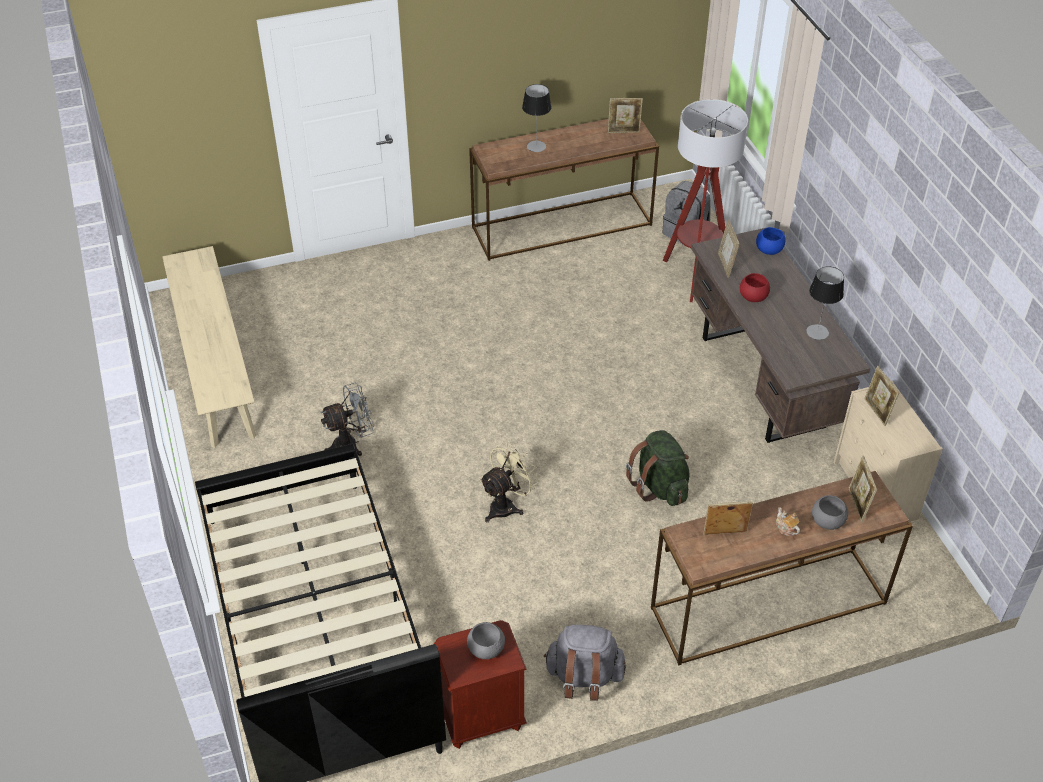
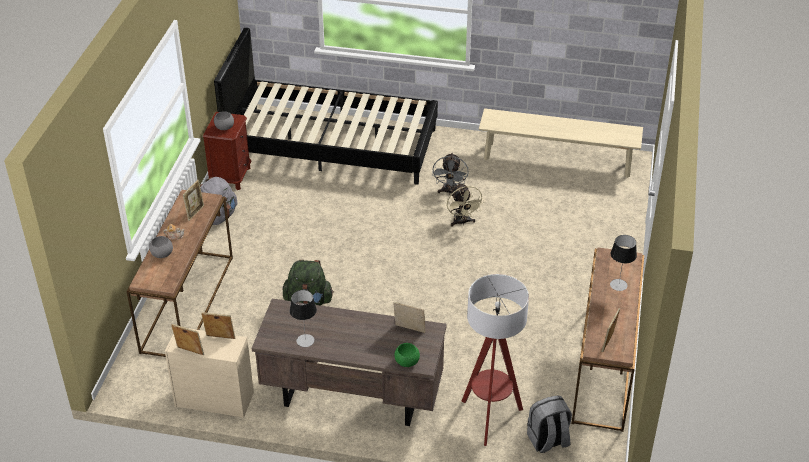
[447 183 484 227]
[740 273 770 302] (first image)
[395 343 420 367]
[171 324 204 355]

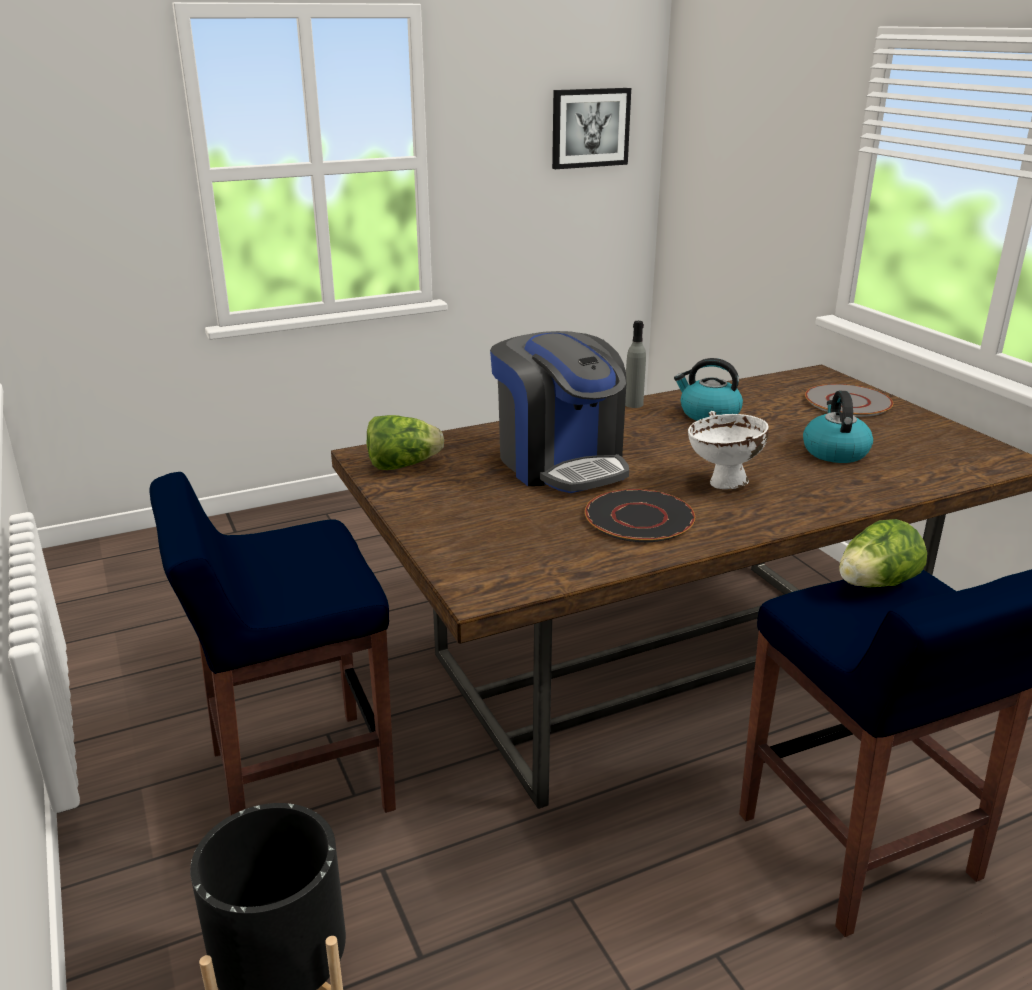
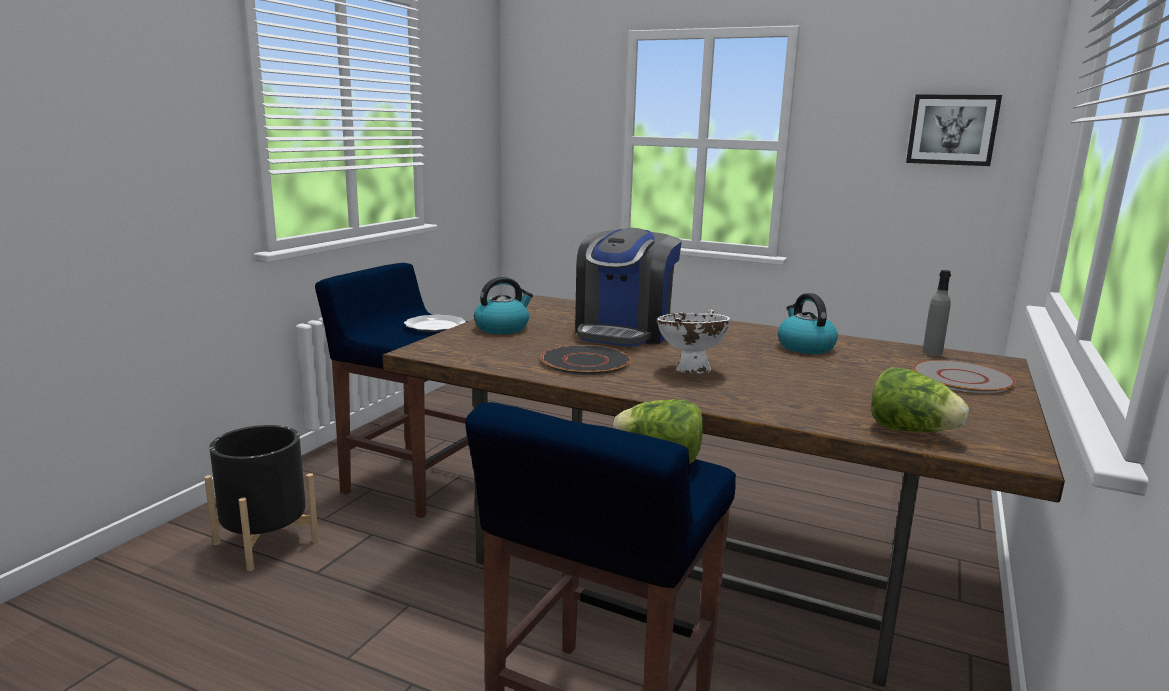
[871 367 969 432]
[922 270 951 356]
[474 277 533 334]
[404 315 466 332]

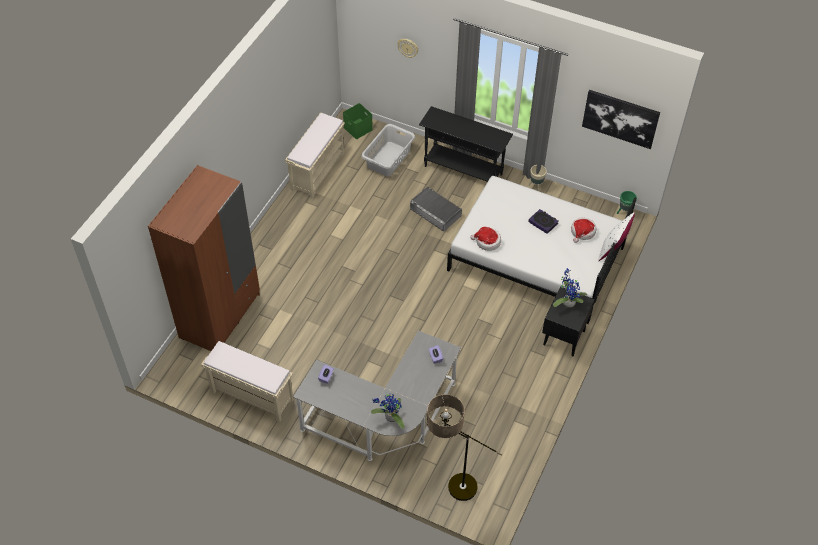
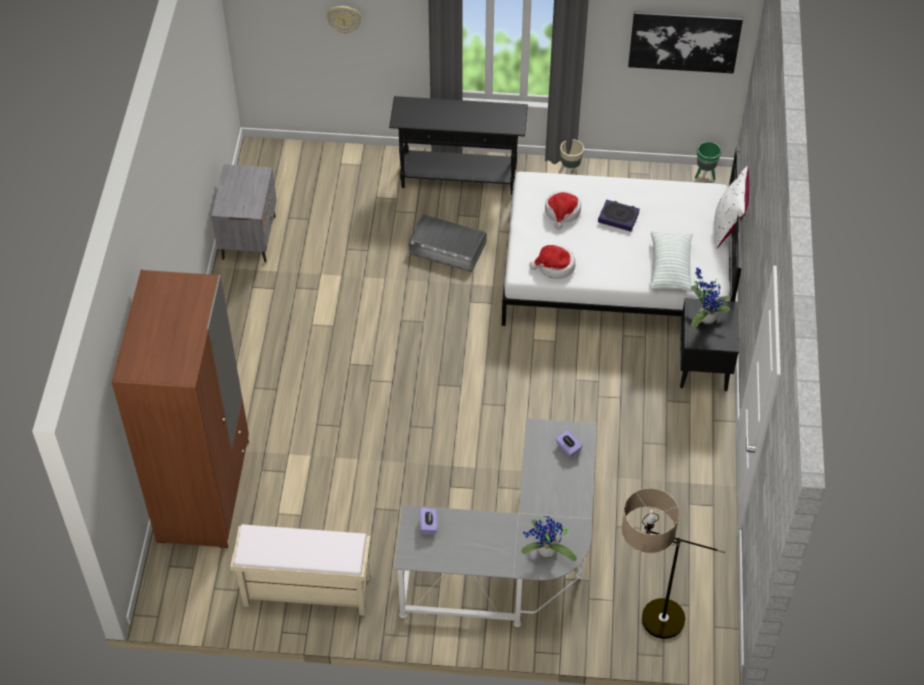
[211 164 277 262]
[343 103 373 139] (first image)
[361 124 415 176] (first image)
[545 191 581 229]
[650 231 693 292]

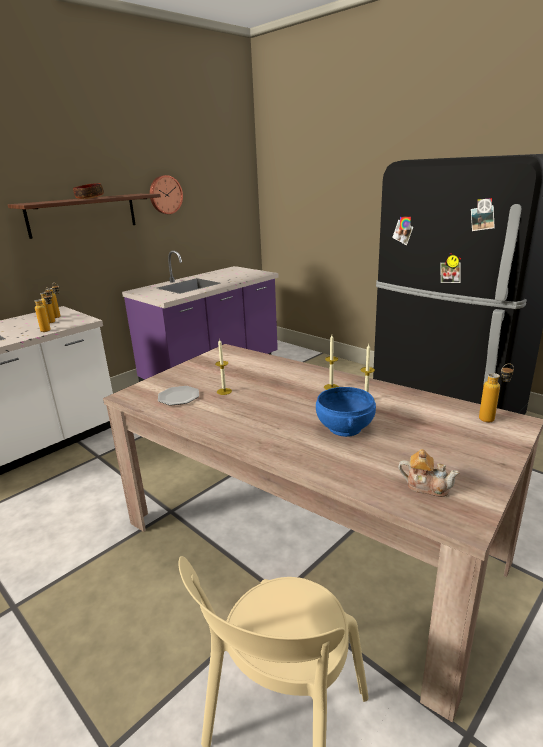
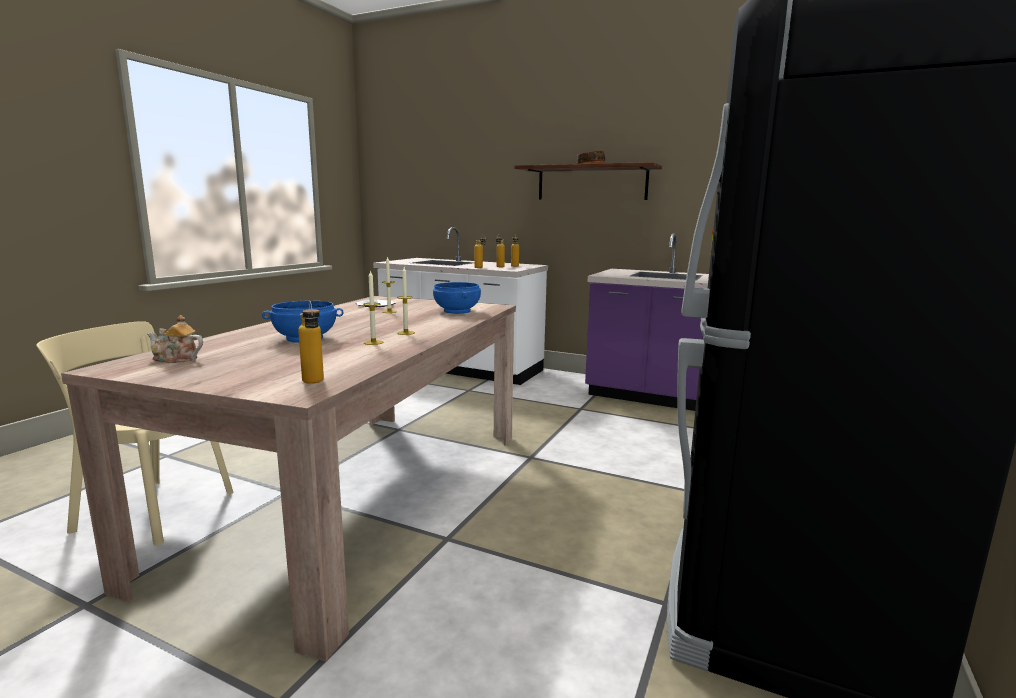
[150 175 183 214] (first image)
[147 315 203 363]
[433 282 481 314]

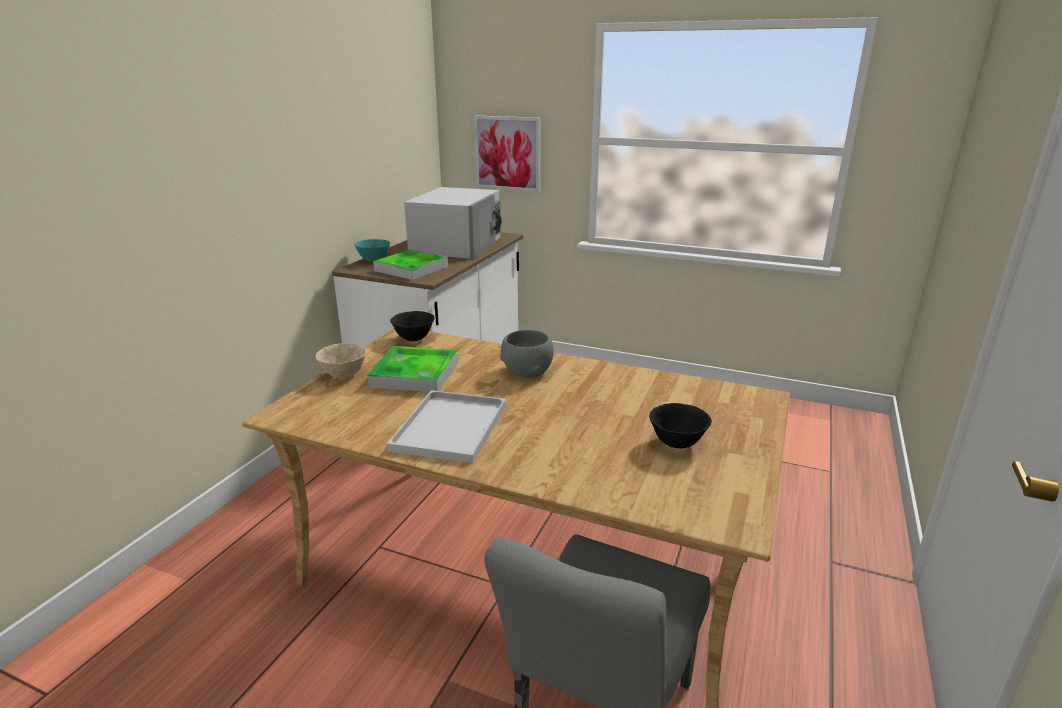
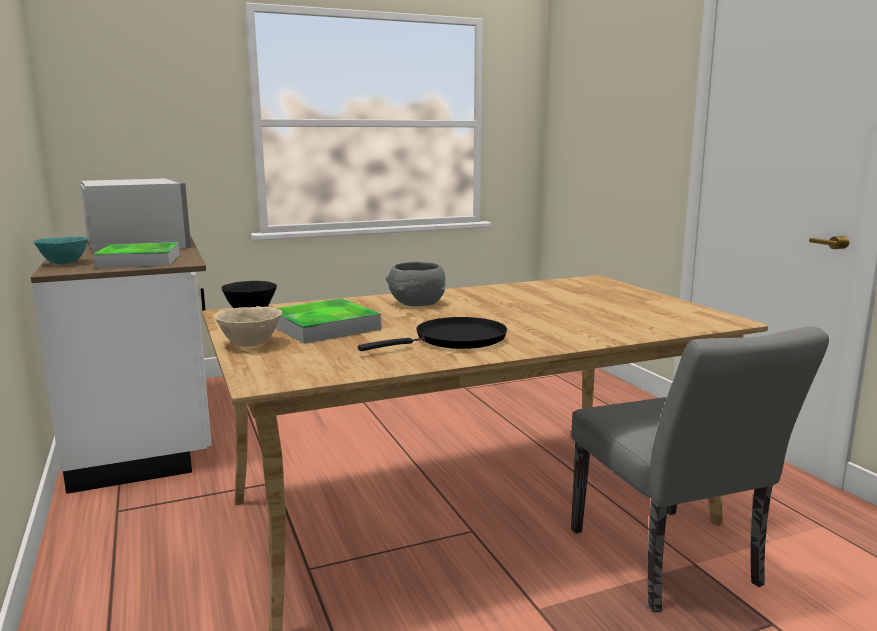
[358 317 507 351]
[474 116 541 192] (first image)
[649 403 712 448] (first image)

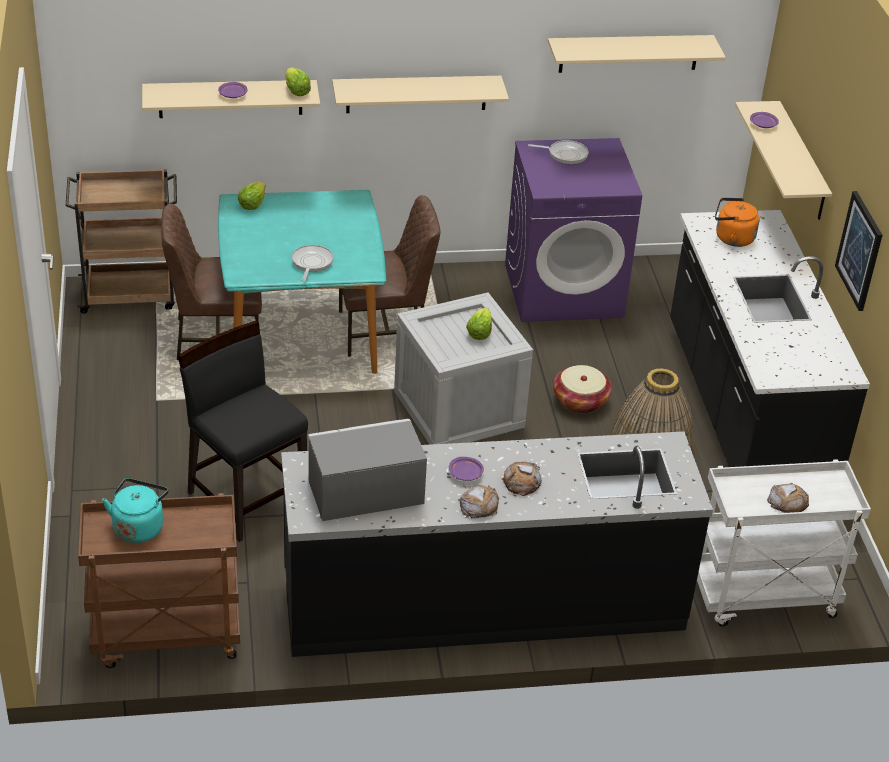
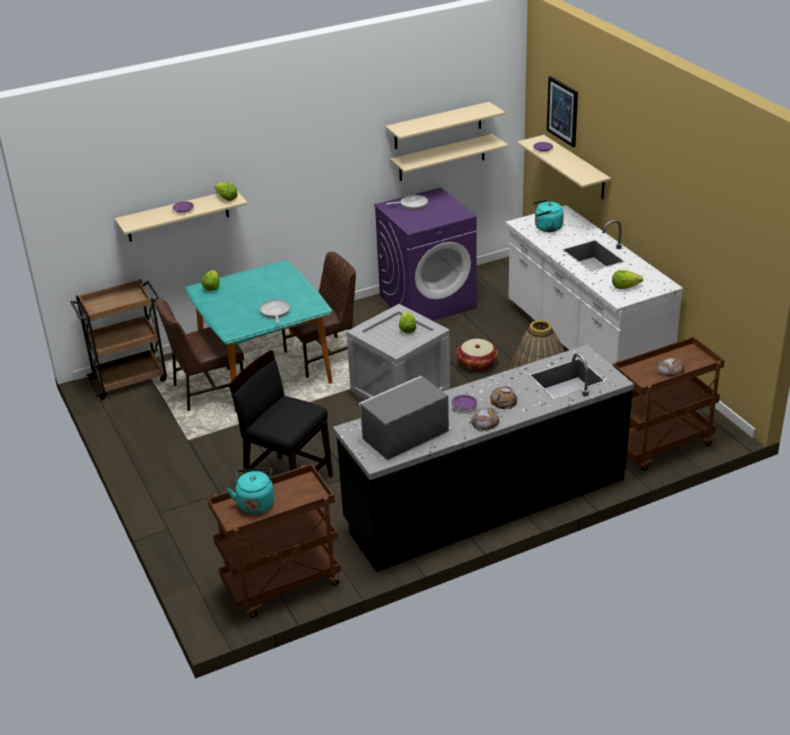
[390 134 508 181]
[505 205 683 391]
[613 337 725 471]
[532 199 564 232]
[547 76 578 147]
[612 270 643 289]

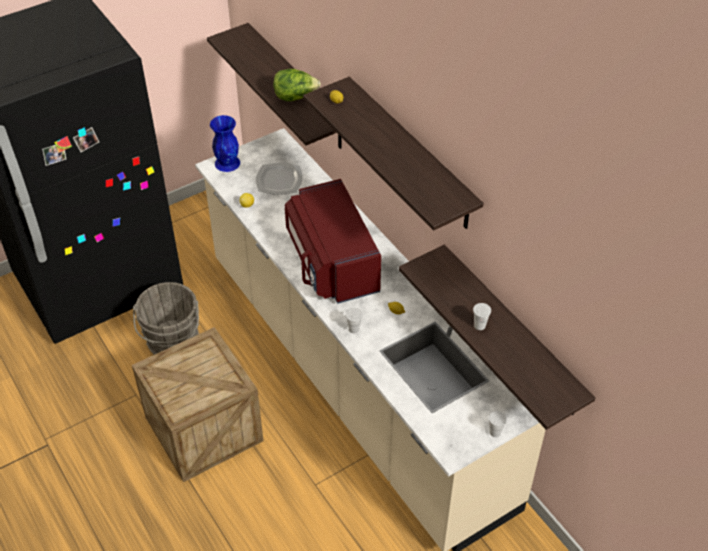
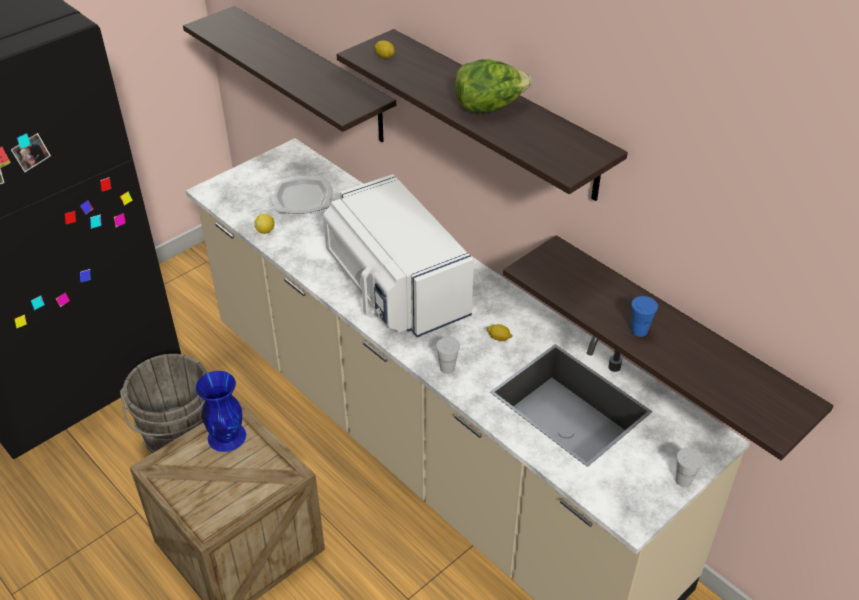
[196 371 246 452]
[455 59 532 113]
[323 174 474 337]
[631 296 658 337]

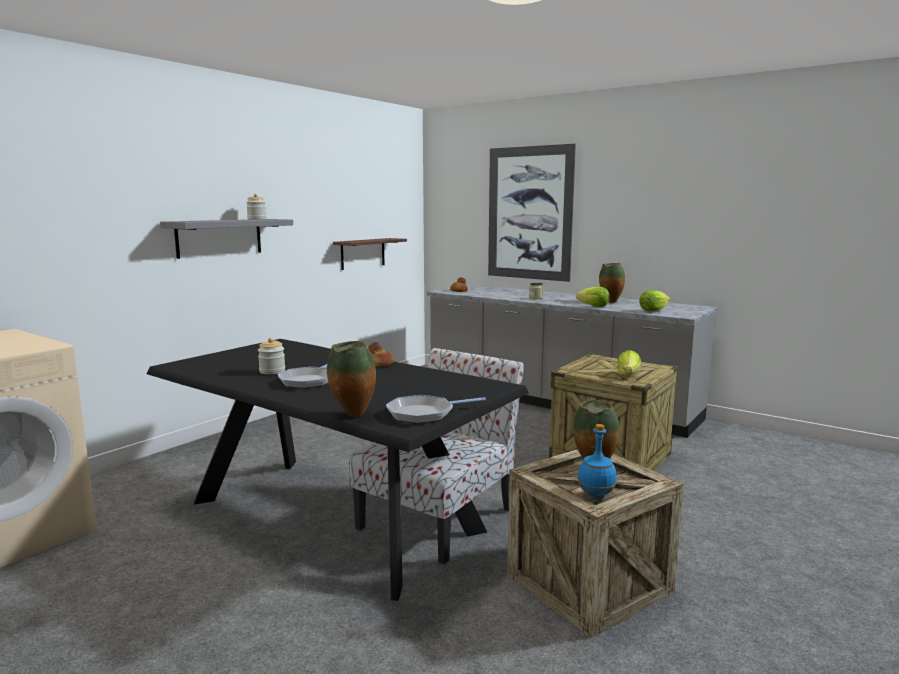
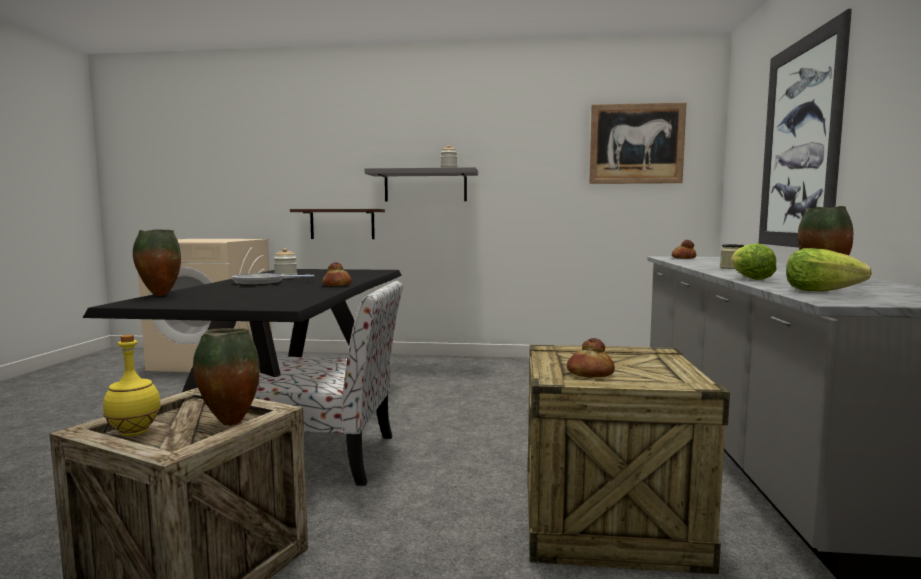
[290 209 385 239]
[386 395 486 424] (first image)
[103 335 161 436]
[567 338 615 377]
[589 103 686 184]

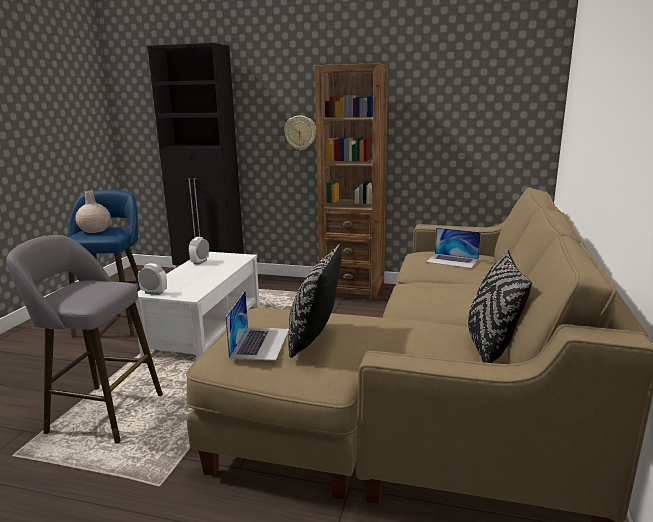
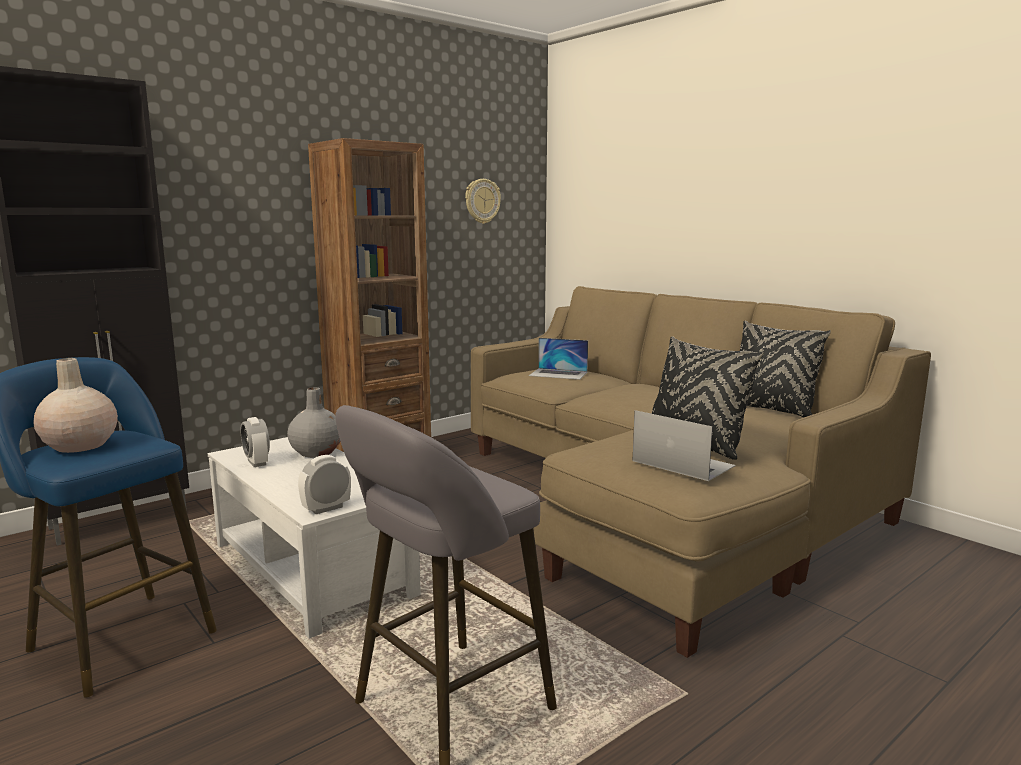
[465 179 501 224]
[529 338 588 380]
[287 387 341 458]

